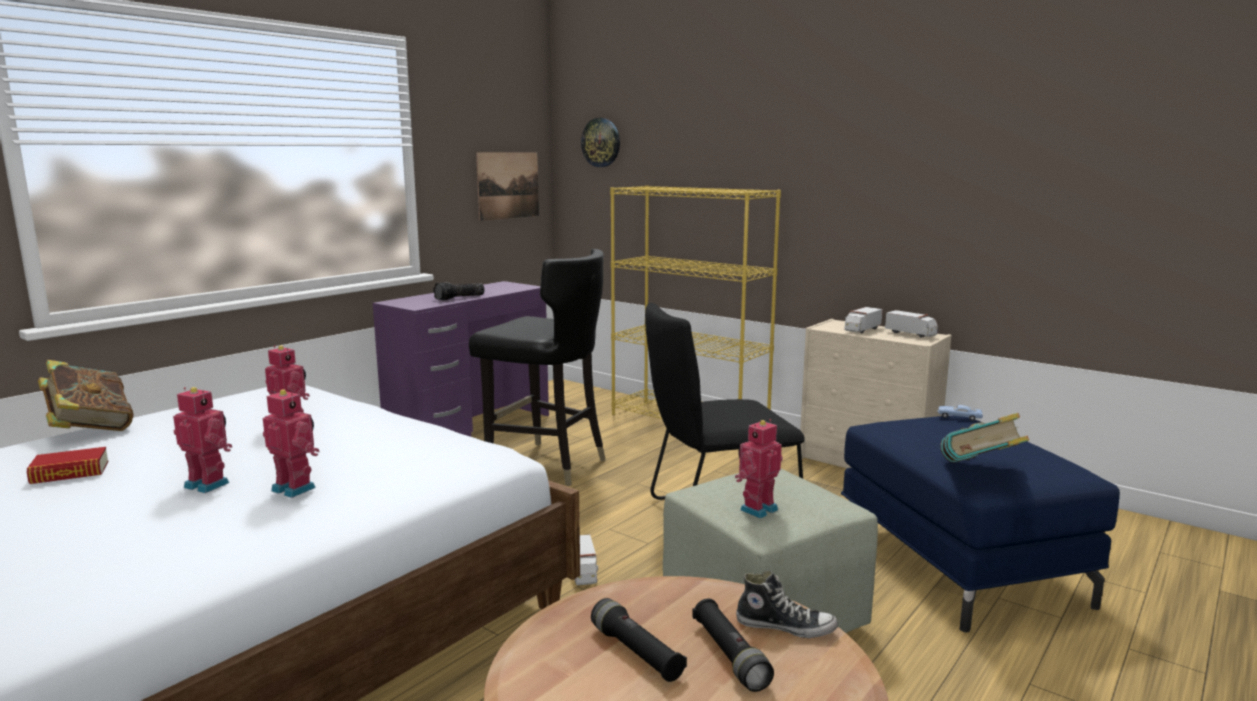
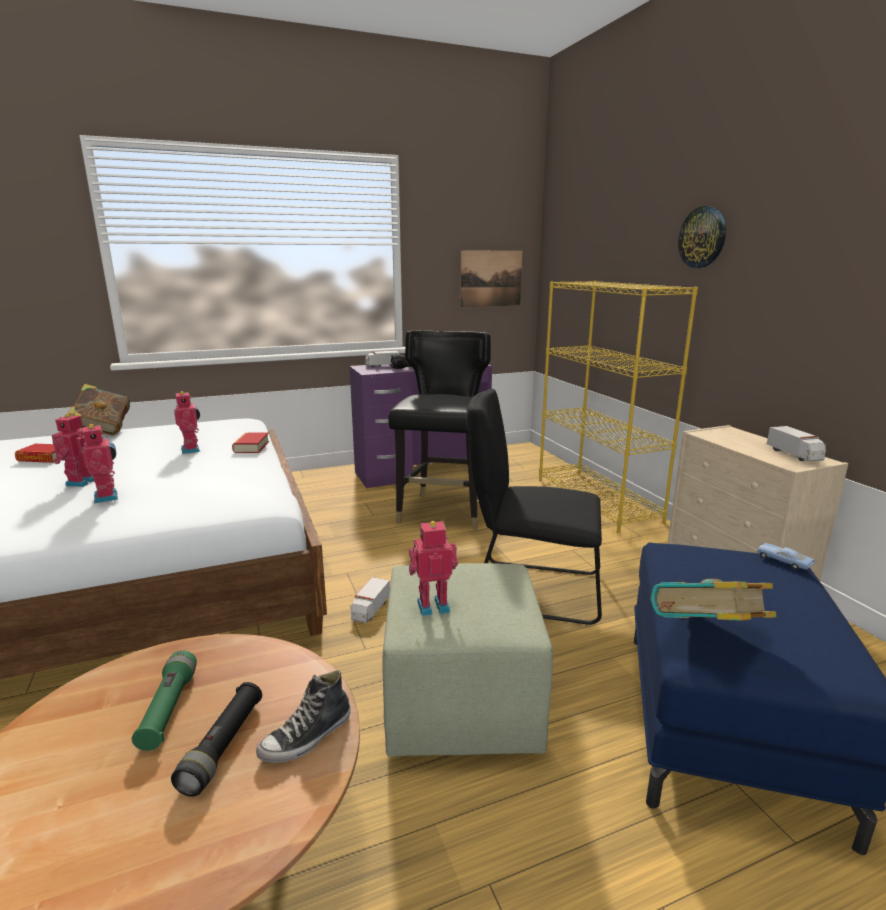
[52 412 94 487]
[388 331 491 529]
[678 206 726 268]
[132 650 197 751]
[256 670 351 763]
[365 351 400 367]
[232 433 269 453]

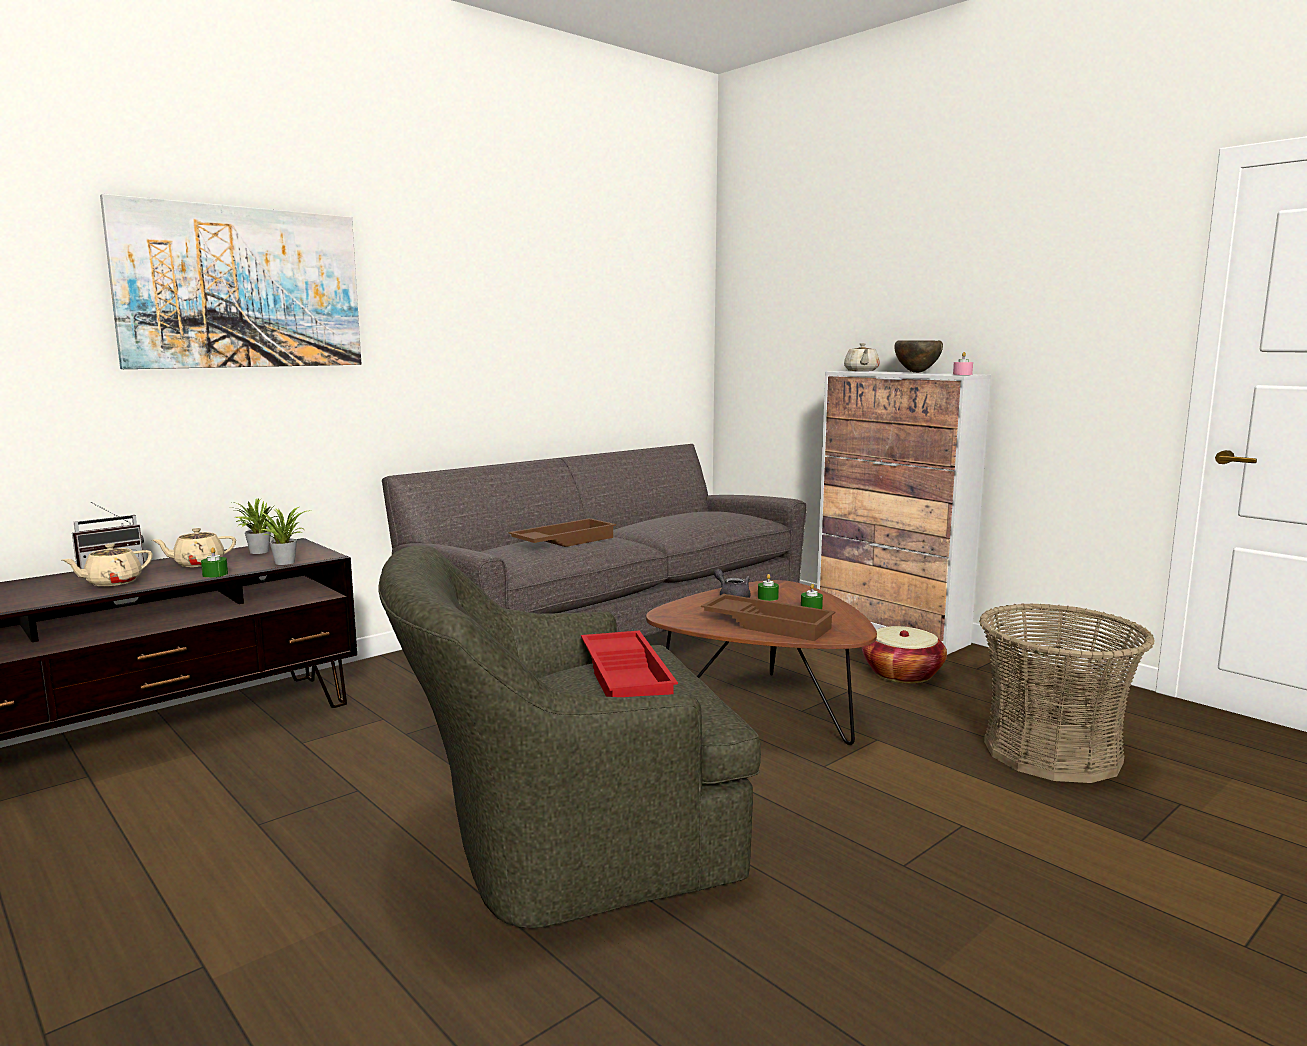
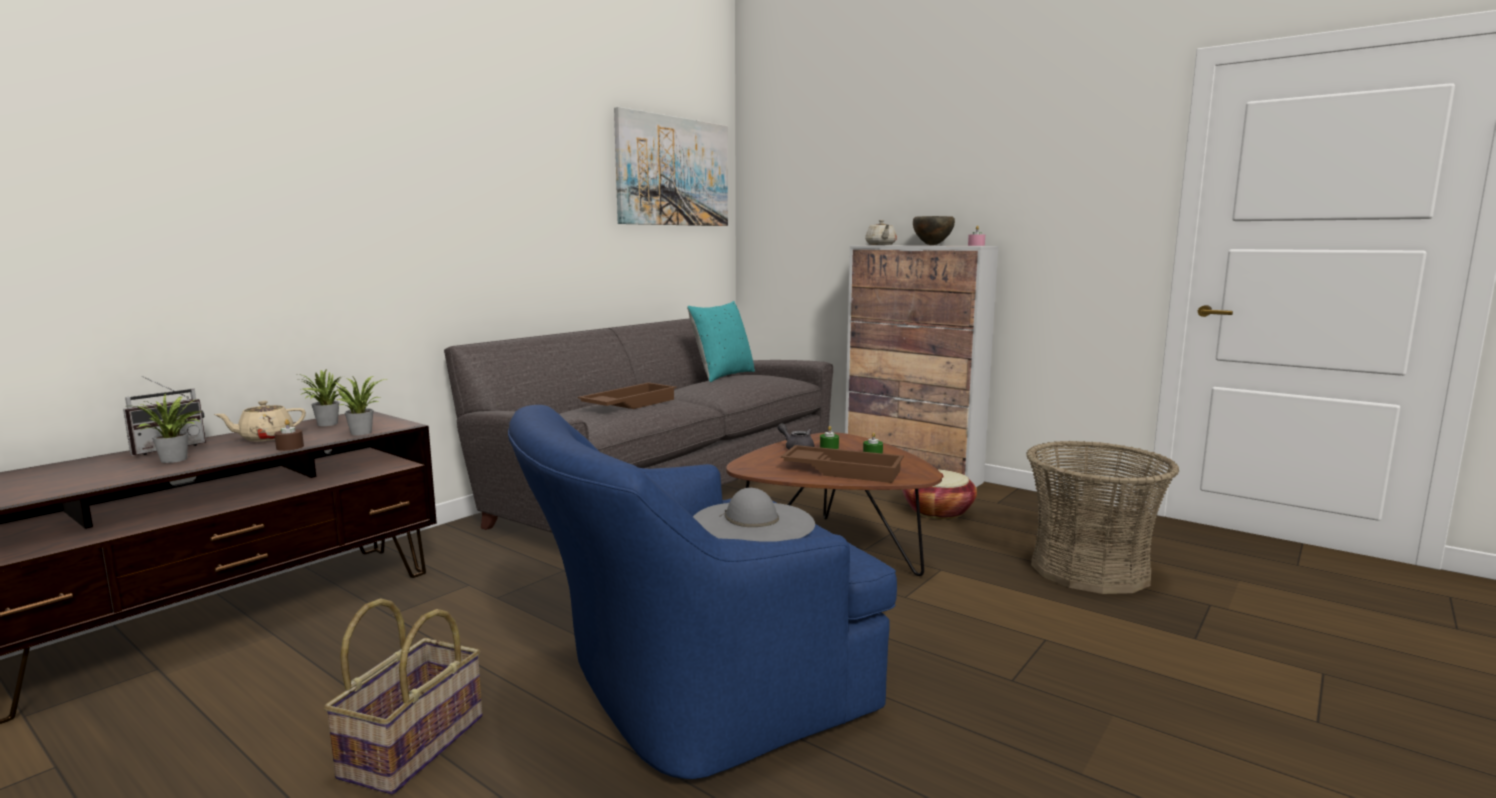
[134 393 202 463]
[614 107 728 226]
[274 419 304 451]
[508 405 897 779]
[693 488 815 542]
[324 598 483 795]
[687 301 755 382]

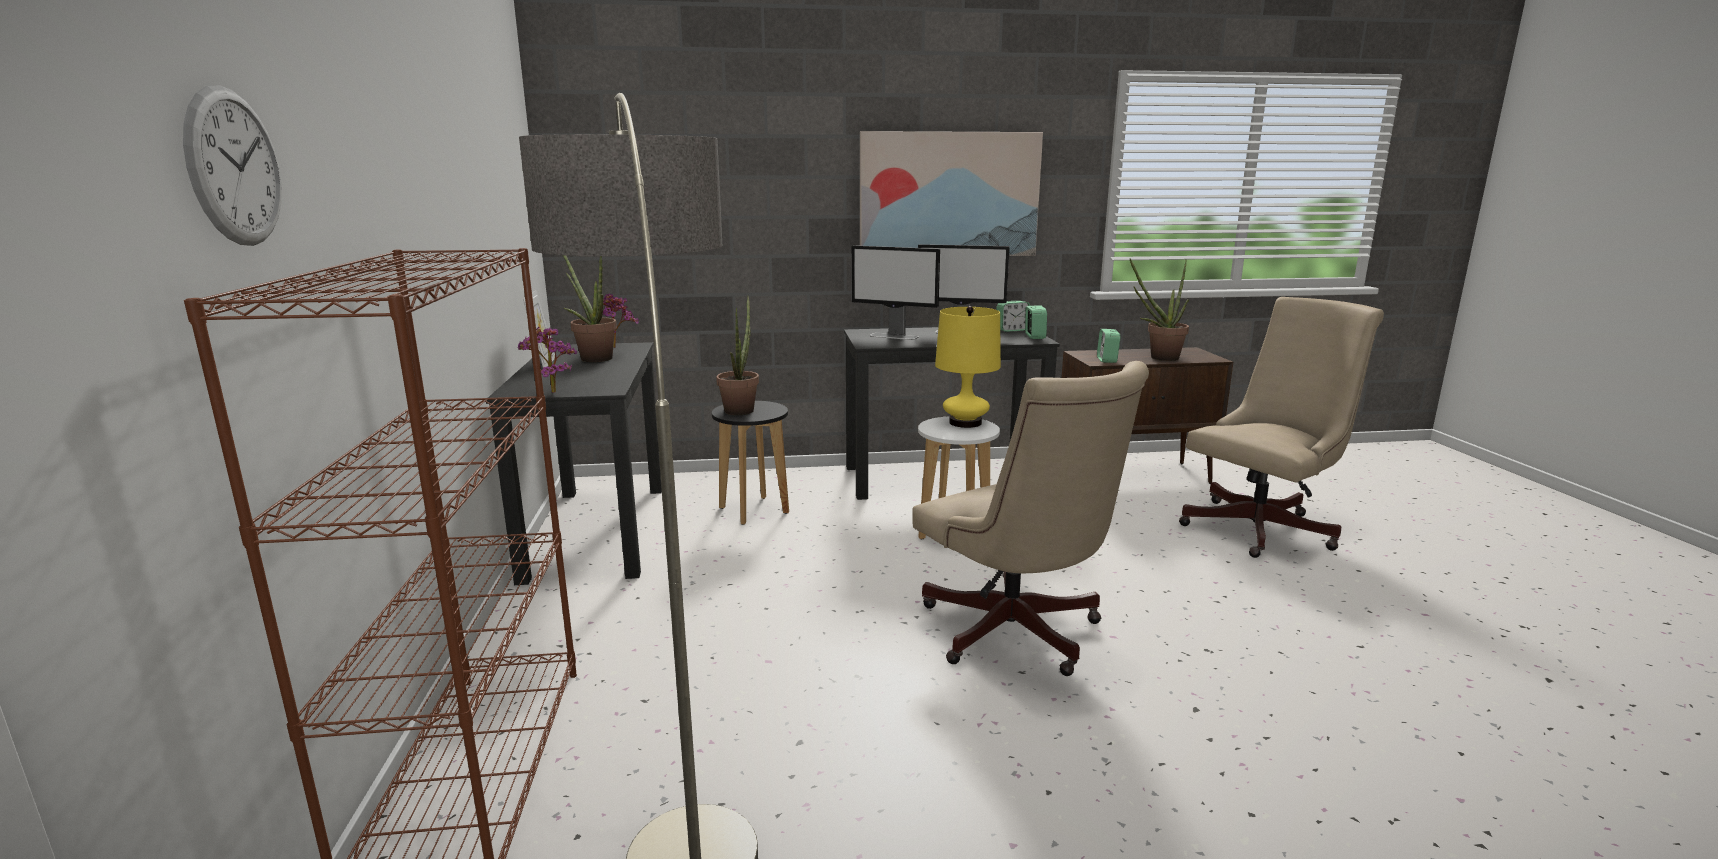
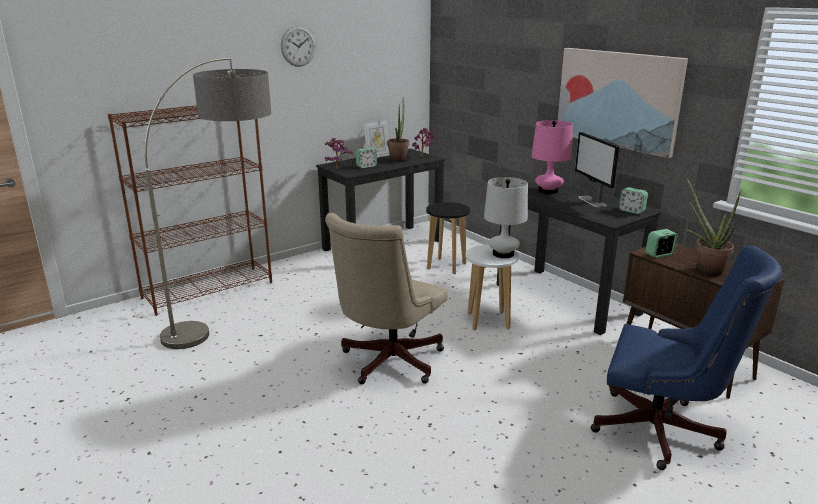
[281 26 316 67]
[716 295 759 415] (first image)
[532 120 573 194]
[484 177 528 258]
[356 148 377 168]
[591 245 782 470]

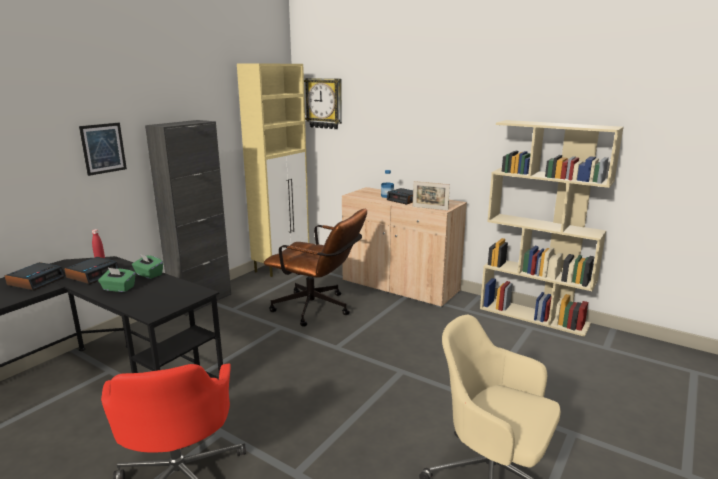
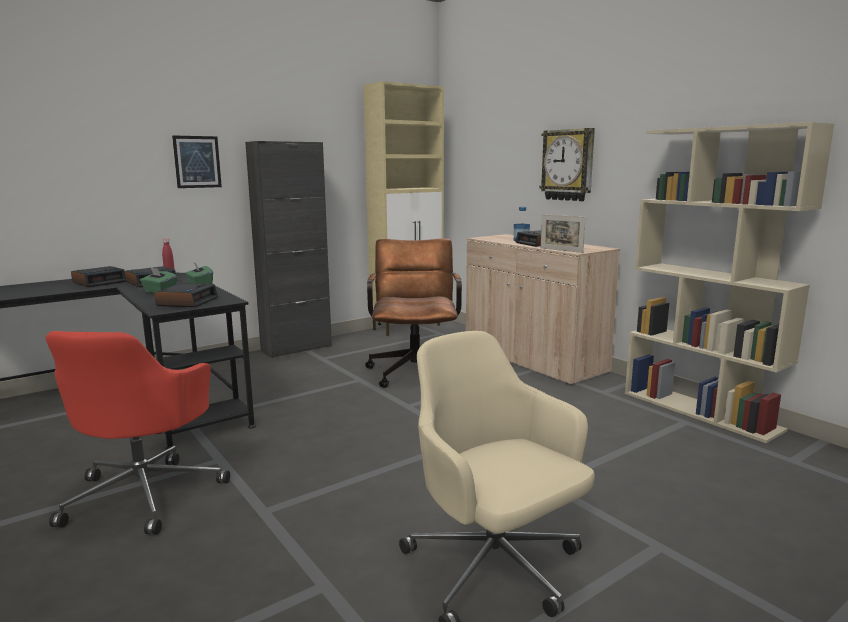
[365 238 462 388]
[539 128 595 201]
[154 283 218 307]

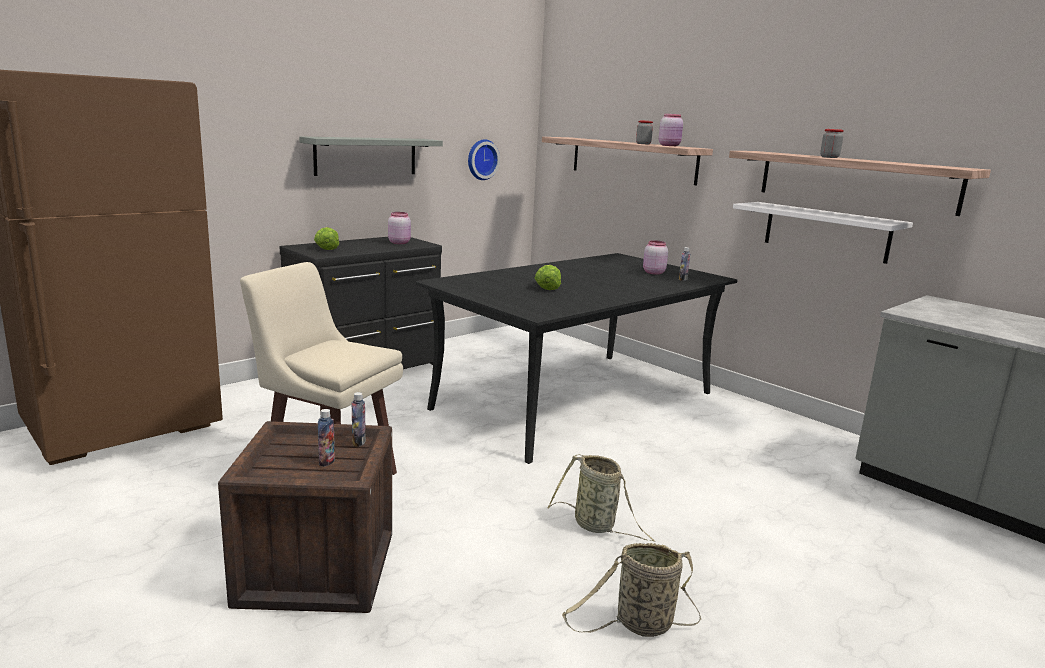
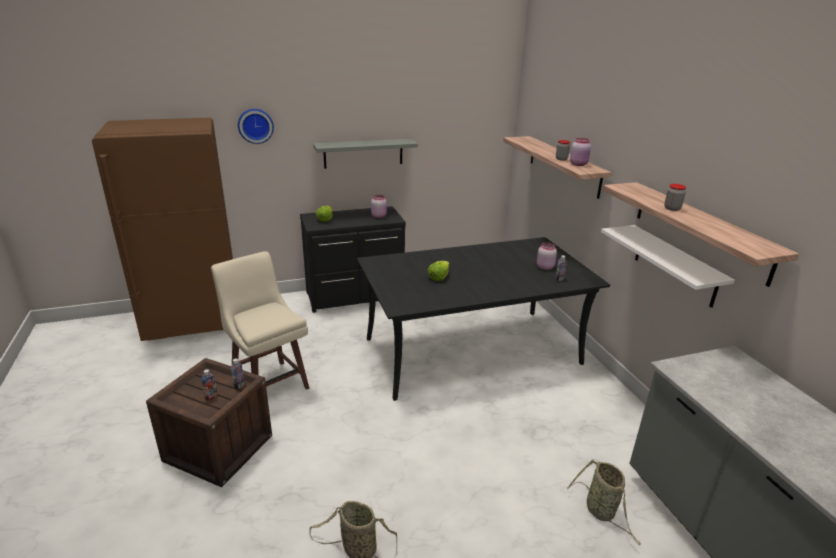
[238 109 274 144]
[567 460 641 545]

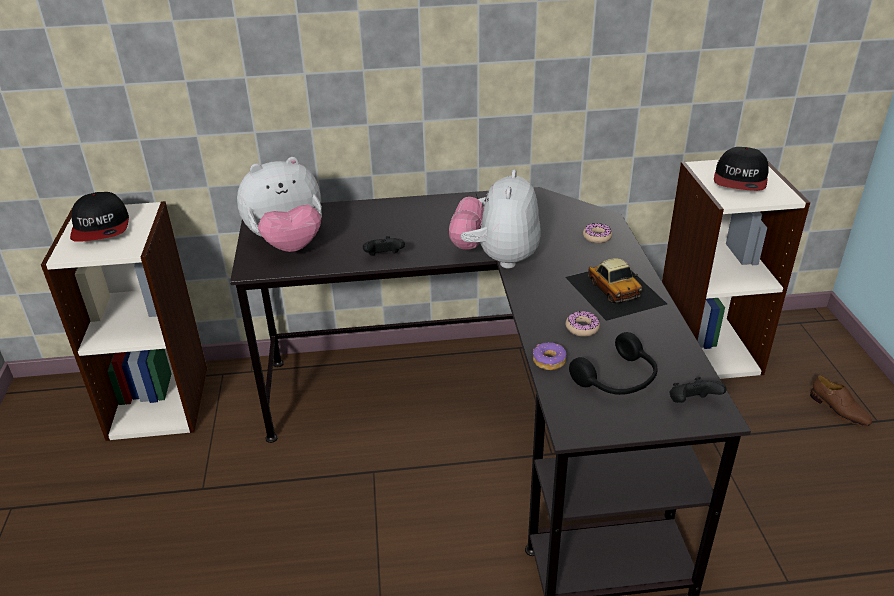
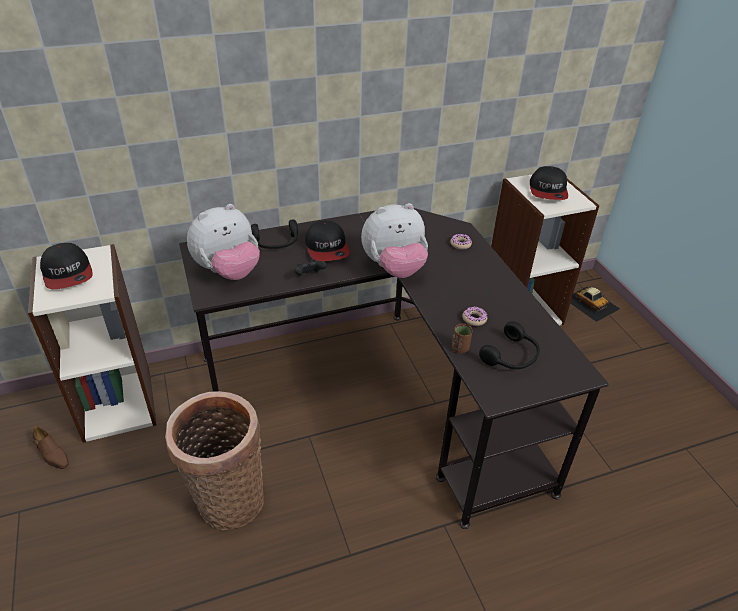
[361 203 428 278]
[452 324 473 353]
[570 287 620 322]
[669 377 727 403] (first image)
[33 426 69 469]
[165 391 264 530]
[251 220 298 249]
[305 221 350 261]

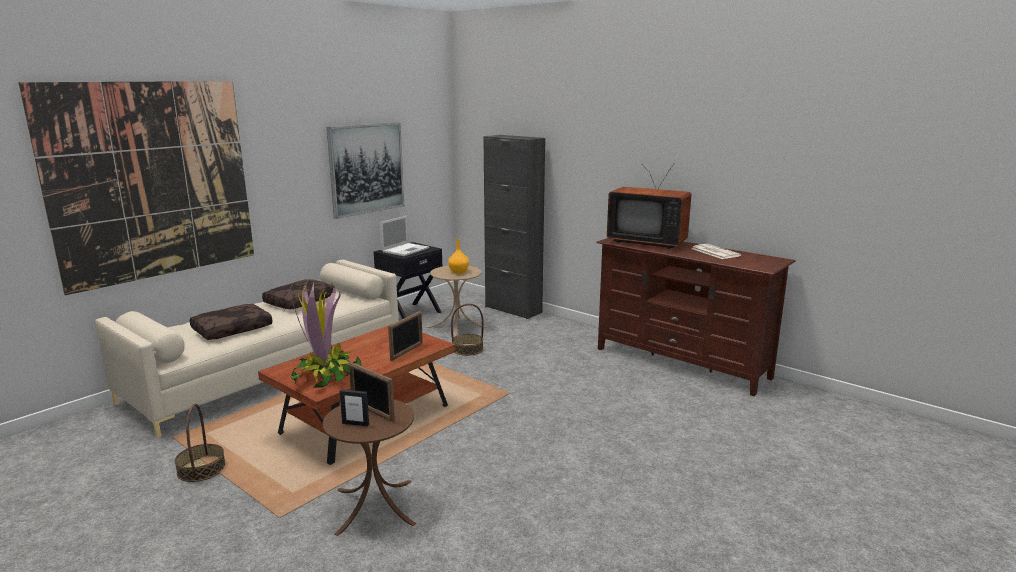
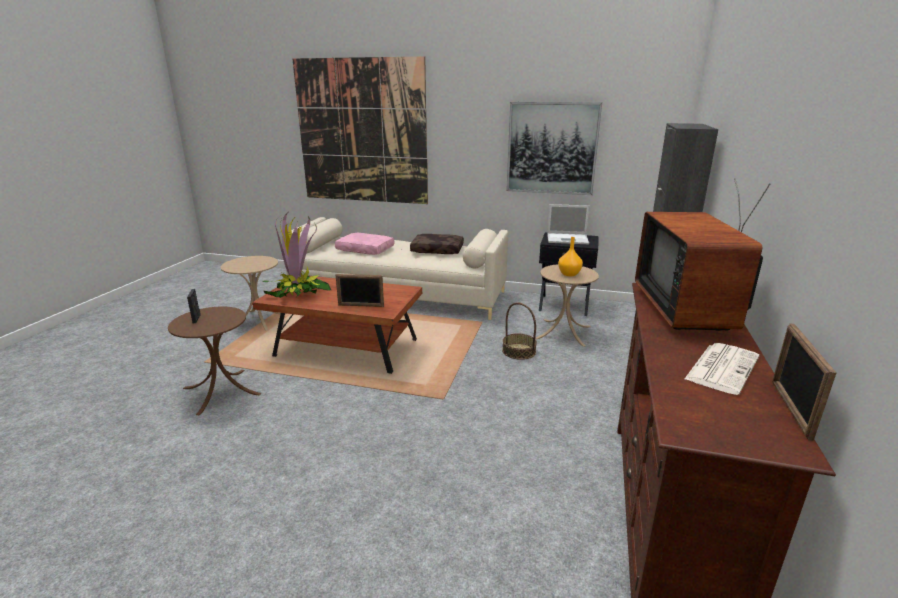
[221 256 287 331]
[335 233 394 255]
[772 324 836 441]

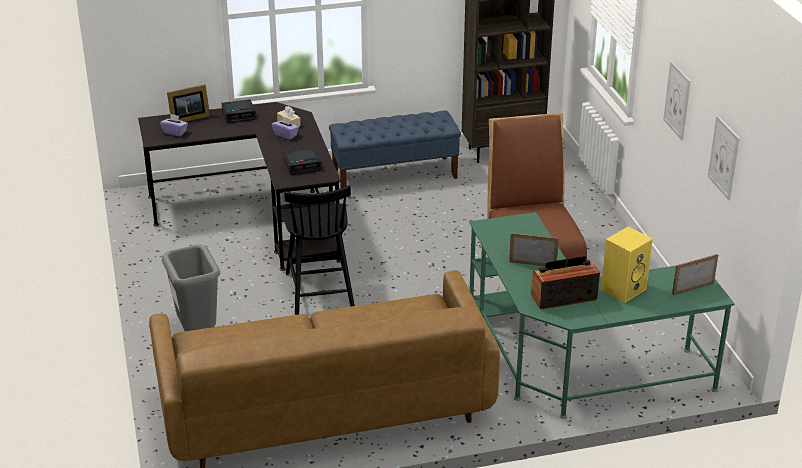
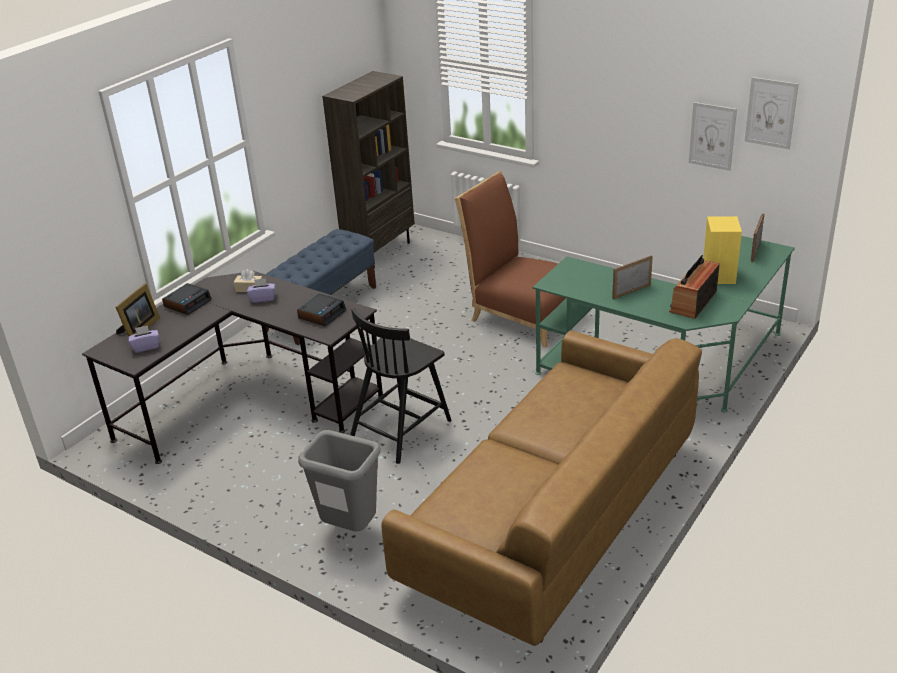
[350 308 452 464]
[745 77 799 149]

